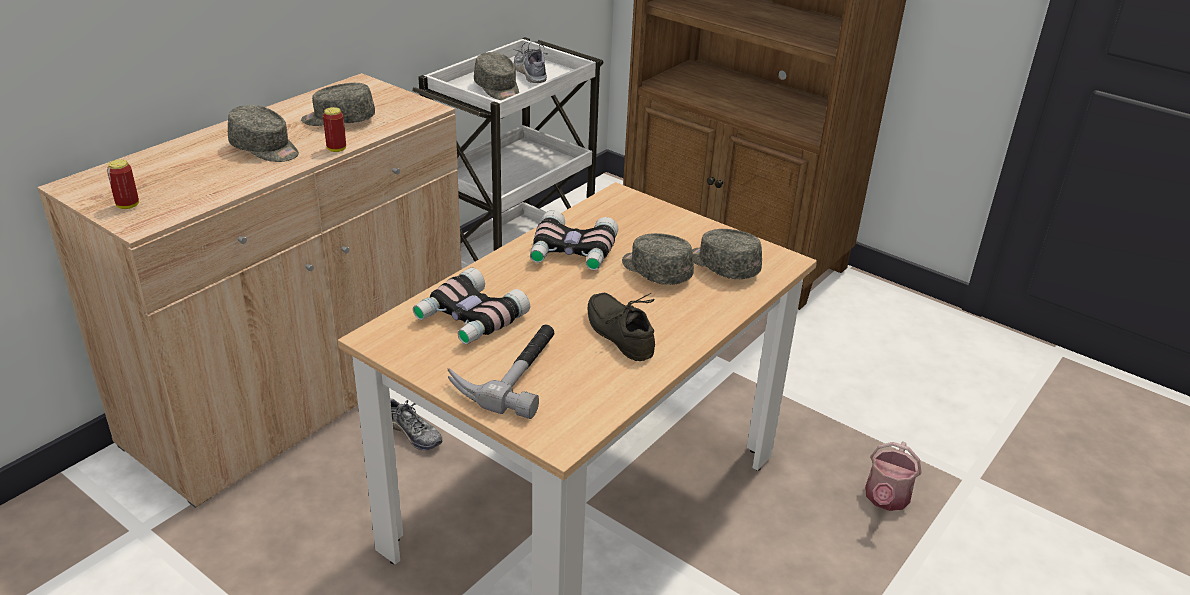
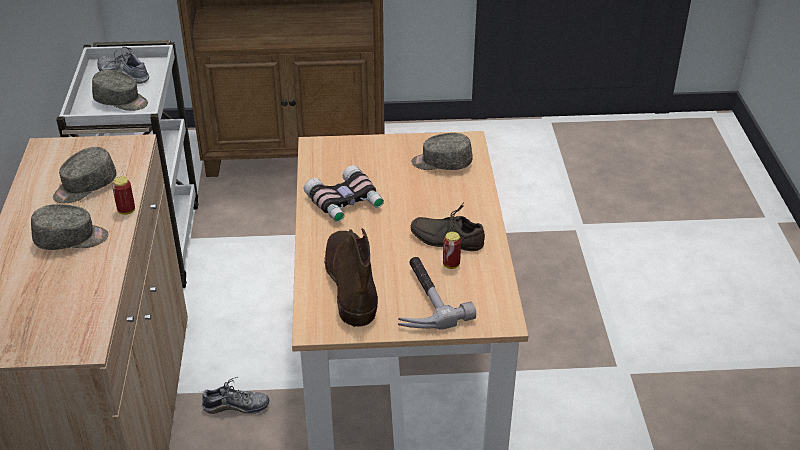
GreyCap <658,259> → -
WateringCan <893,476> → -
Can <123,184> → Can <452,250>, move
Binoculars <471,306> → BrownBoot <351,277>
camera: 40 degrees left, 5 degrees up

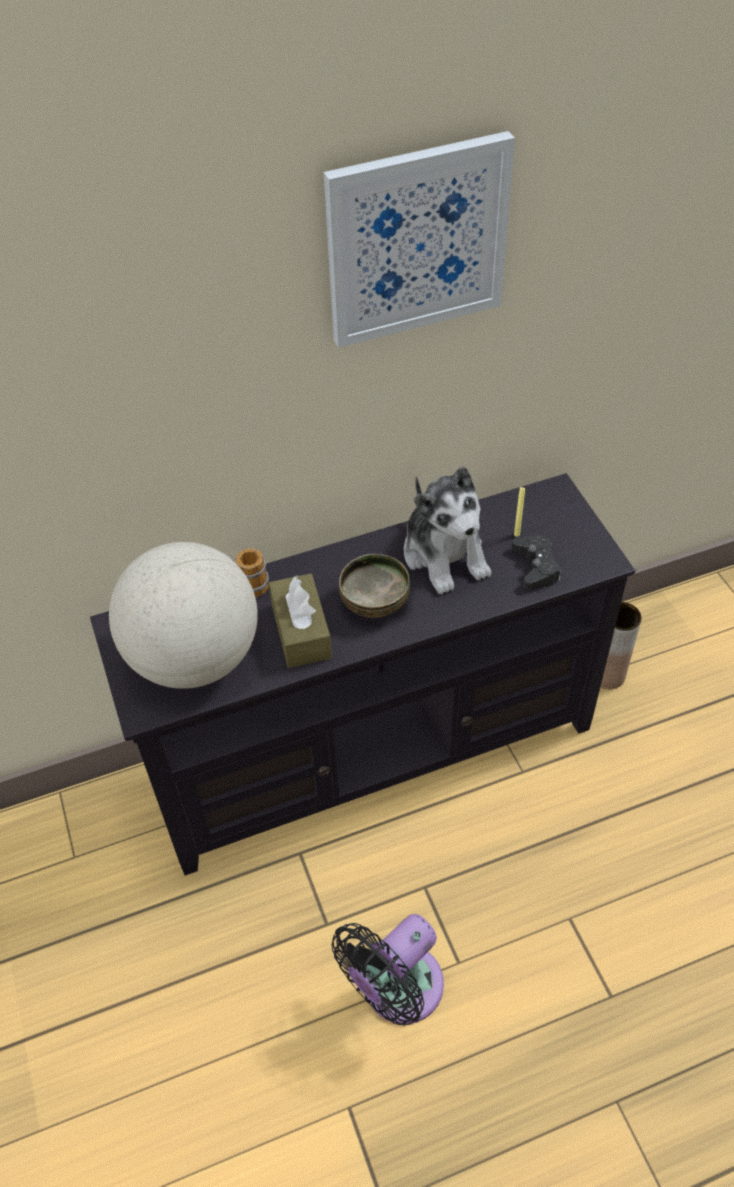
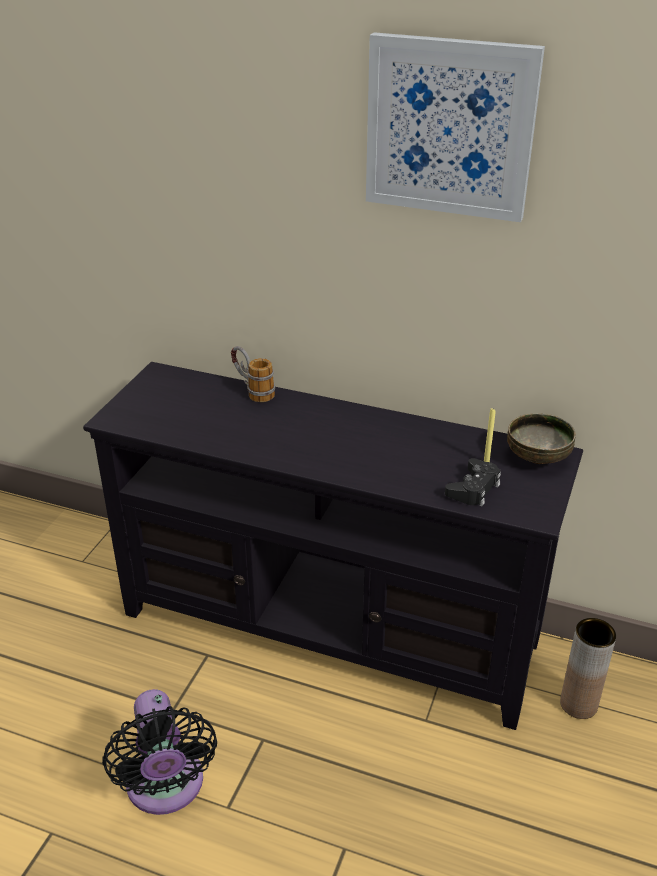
Globe <183,615> → -
BrownTissueBox <300,621> → -
PlushToy <447,530> → -
Bowl <374,586> → Bowl <541,438>, move
BlackFan <387,970> → BlackFan <159,752>, 105 degrees counterclockwise
camera: 40 degrees right, 15 degrees down

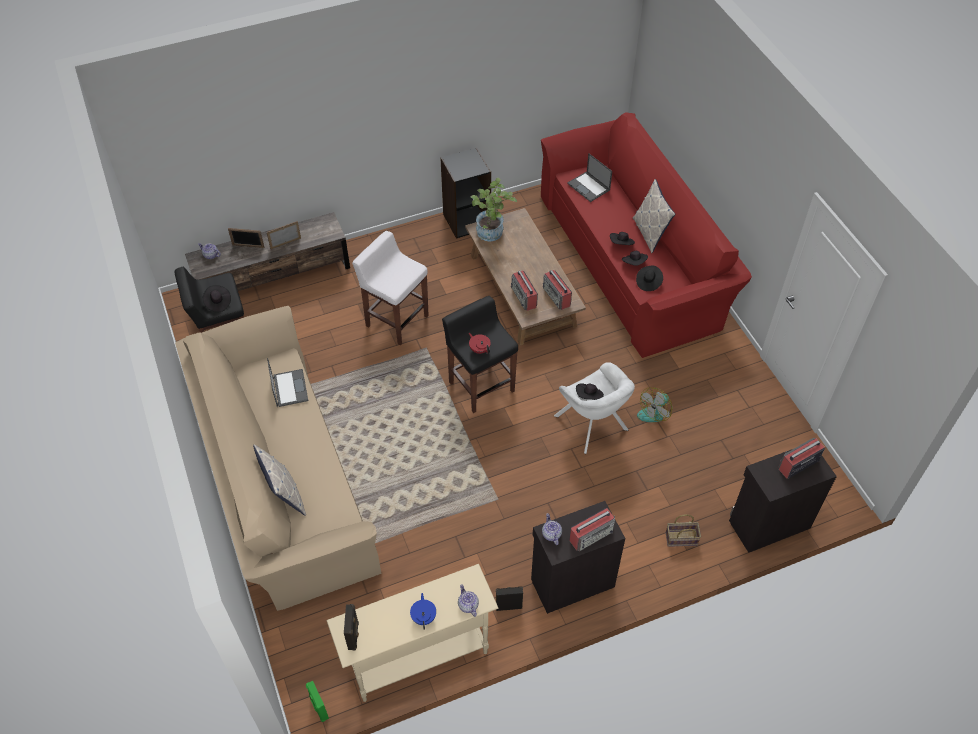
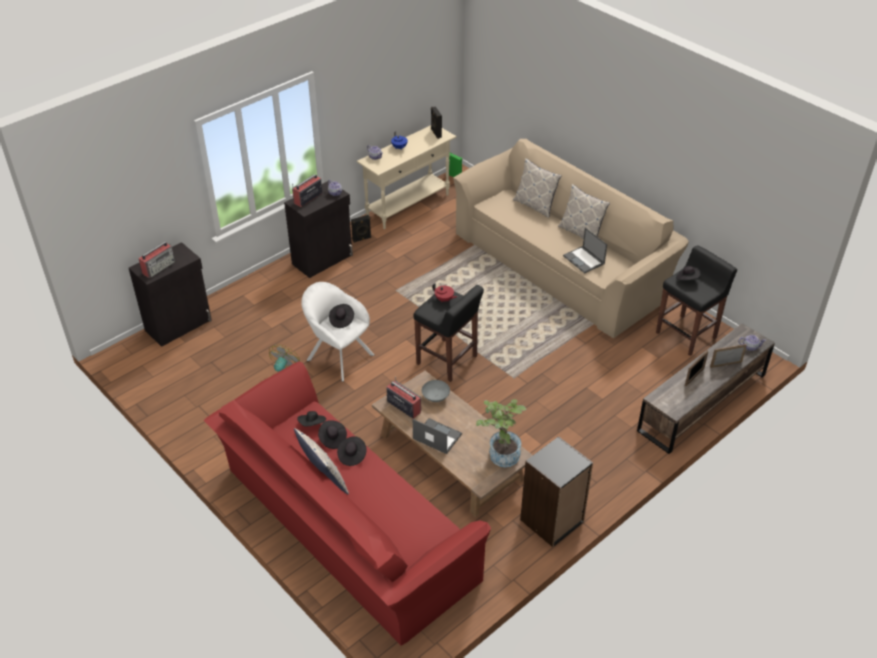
WhiteStool <390,288> → -
Basket <683,530> → -
- → Pillow <584,211>
Laptop <589,177> → Laptop <437,436>, move
Radio <524,290> → GreyBowl <436,391>
camera: 160 degrees right, 10 degrees down

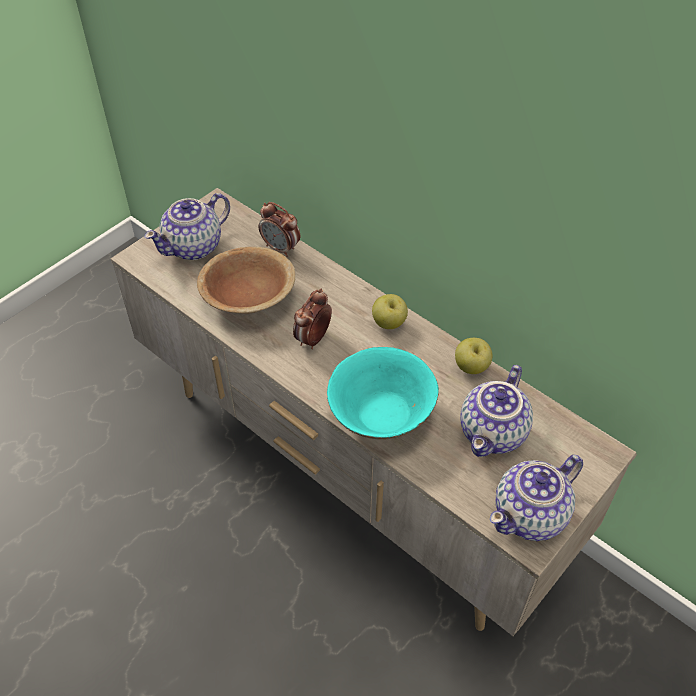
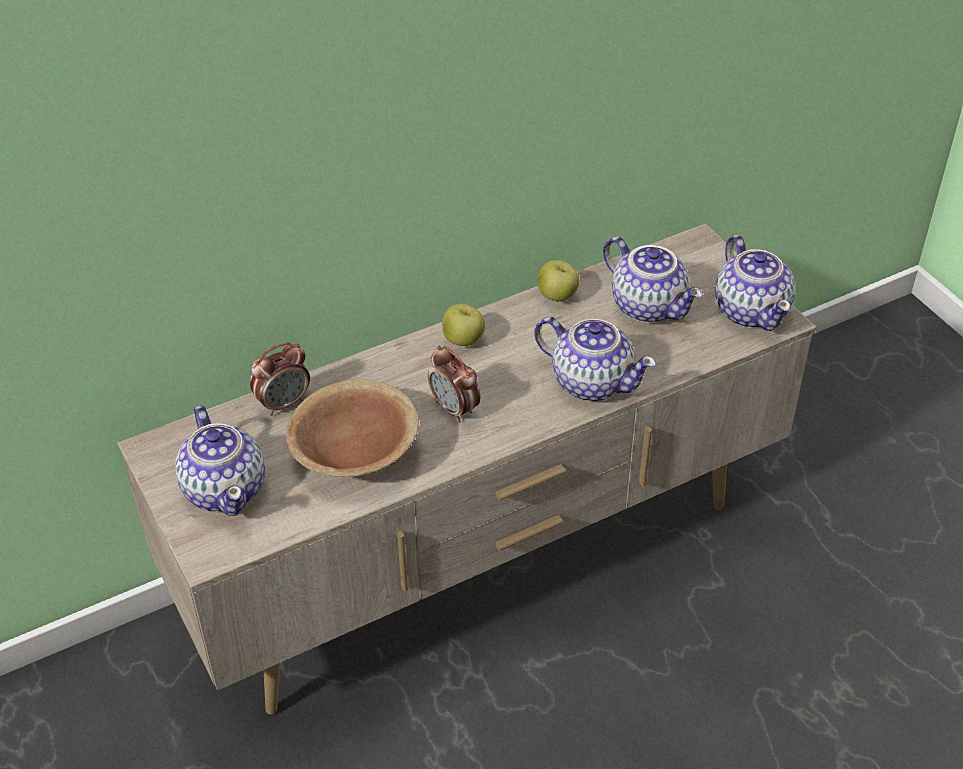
TurquoiseBowl <383,393> → Teapot <595,359>
camera: 70 degrees left, 5 degrees down

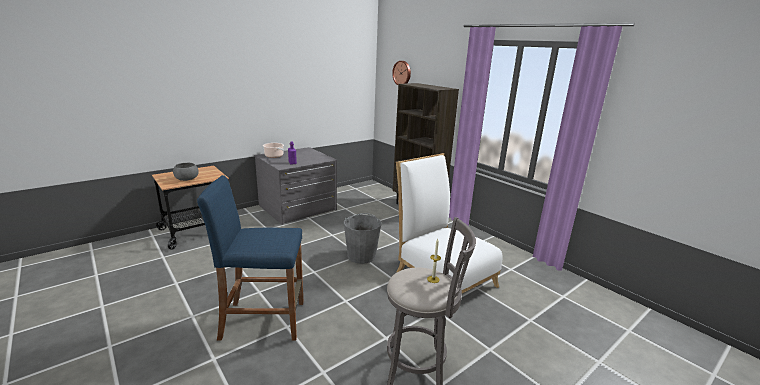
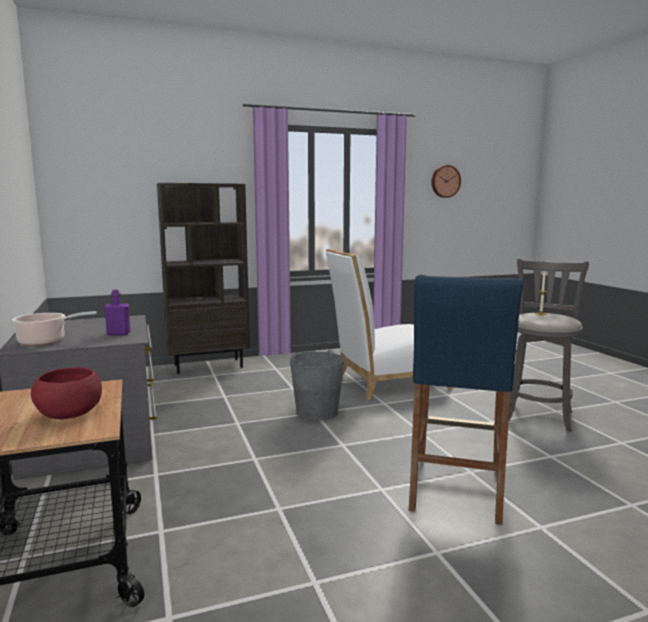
WallClock <401,73> → WallClock <446,181>, move
GreyBowl <186,172> → RedBowl <66,393>
camera: 70 degrees left, 10 degrees down

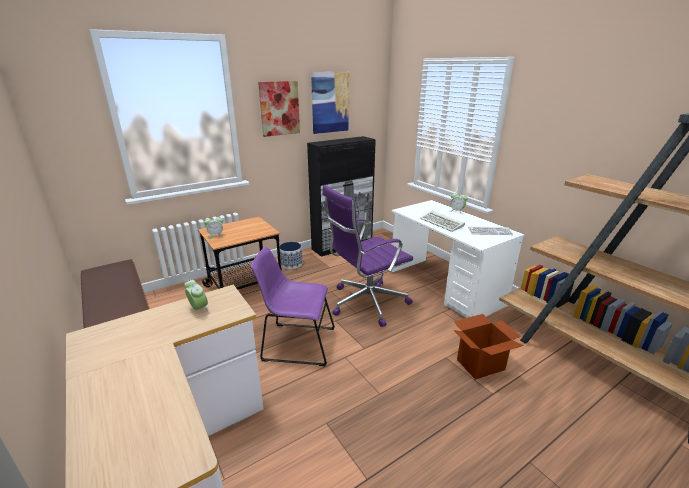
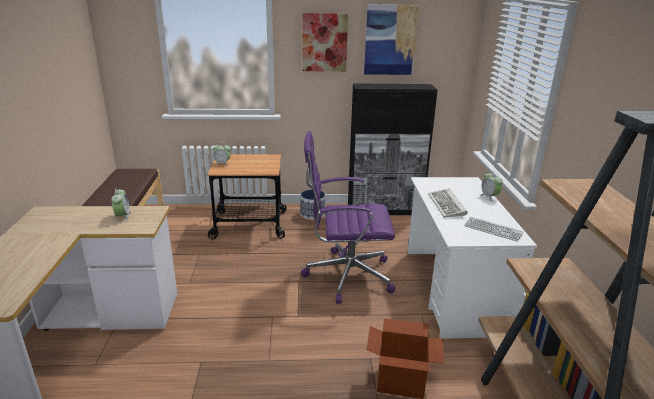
PurpleChair <293,306> → -
camera: 30 degrees right, 0 degrees up

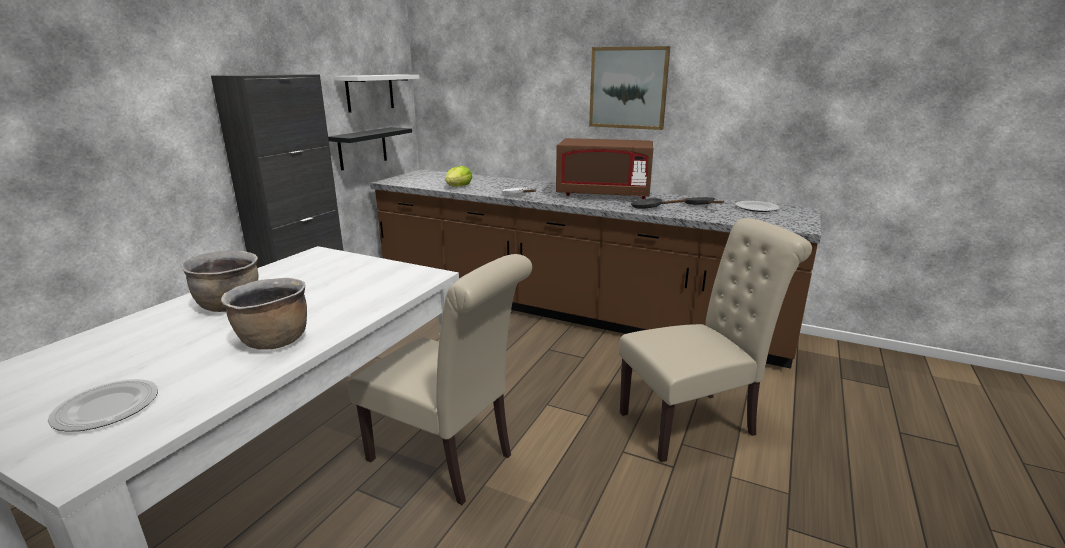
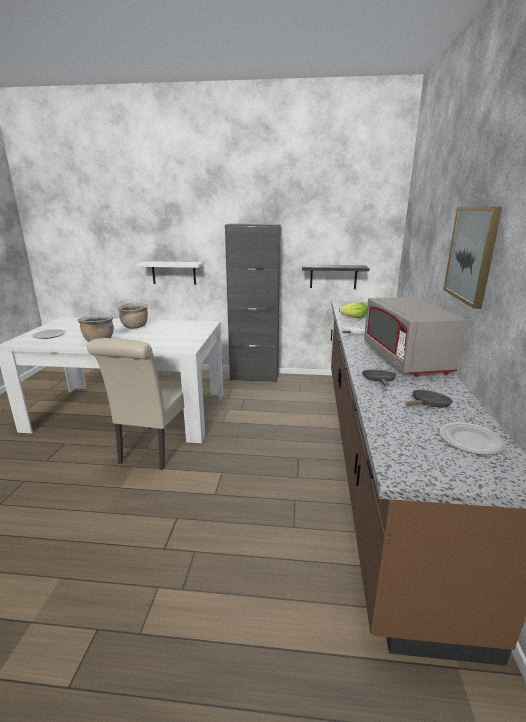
BeigeChair <715,340> → -
WhiteShelf <377,94> → WhiteShelf <169,273>, move
BrownMicrowave <604,168> → GreyMicrowave <415,337>
camera: 70 degrees right, 0 degrees up

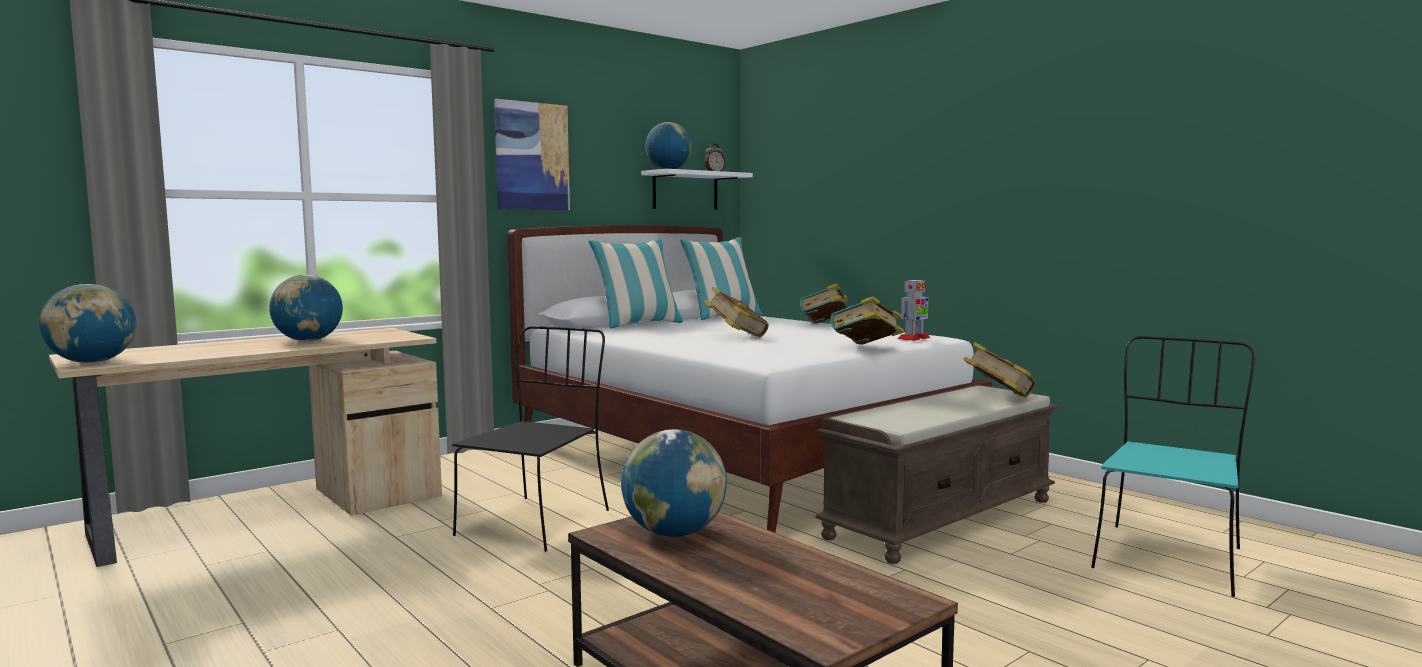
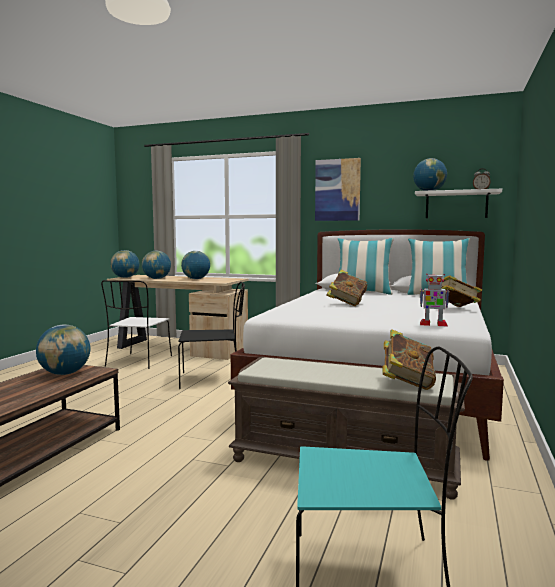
Book <867,320> → -
- → WhiteChair <136,324>
- → Globe <156,265>
camera: 60 degrees right, 0 degrees up

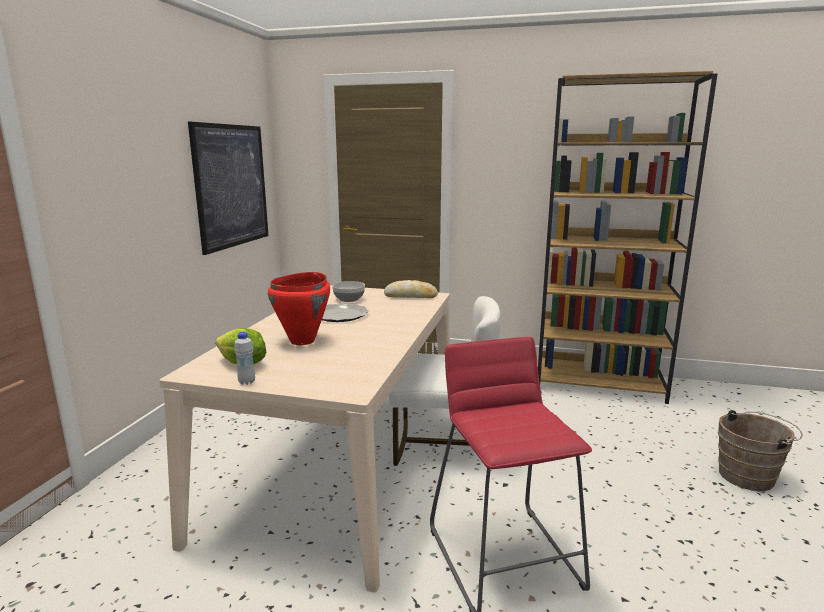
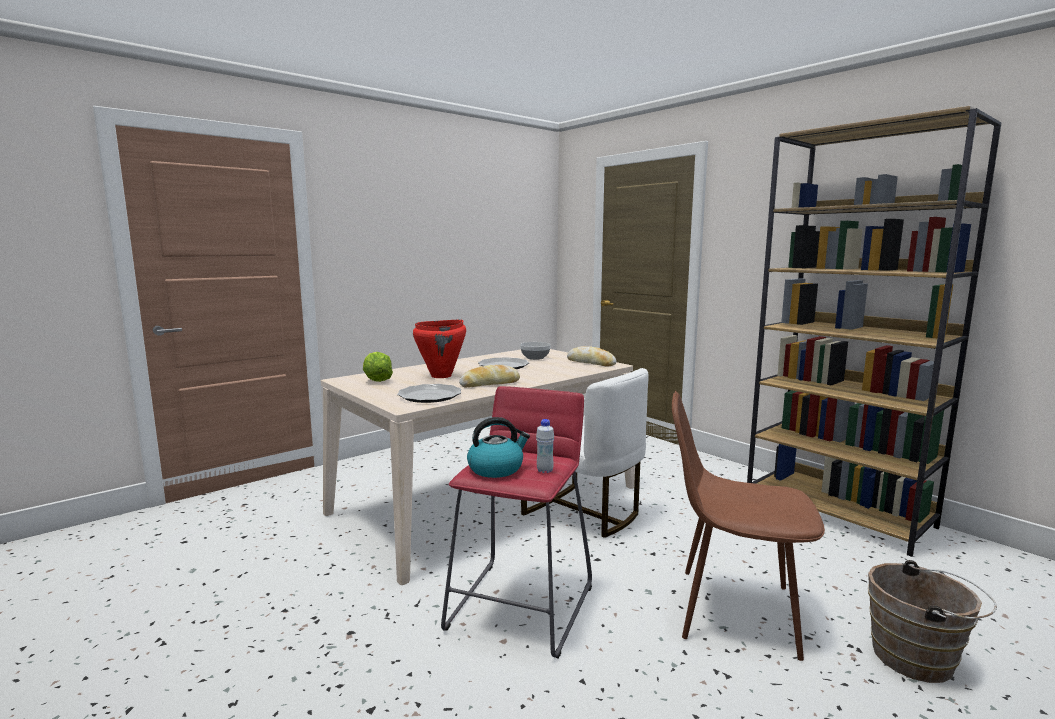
Picture <228,188> → -
- → Plate <429,393>
- → Bread <489,376>
- → Kettle <498,447>
- → BrownChair <748,526>
WhiteBottle <244,358> → WhiteBottle <545,446>, move
camera: 35 degrees right, 5 degrees down

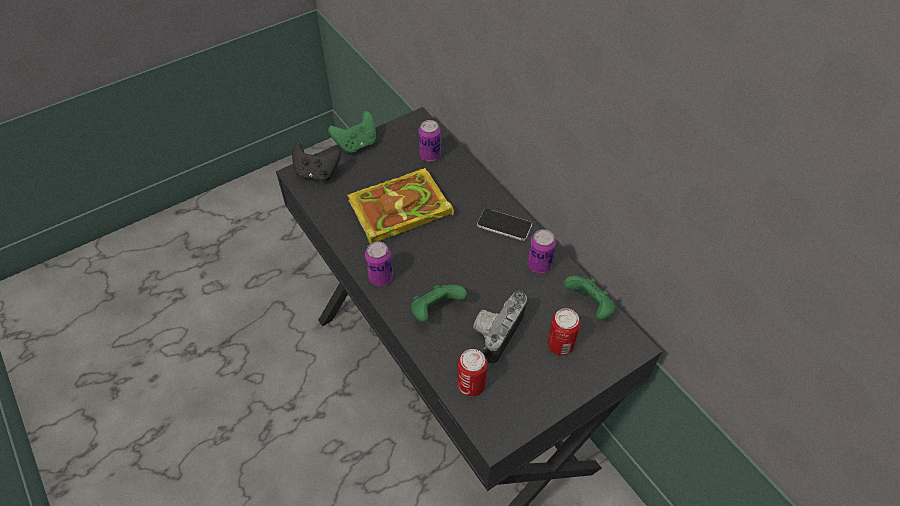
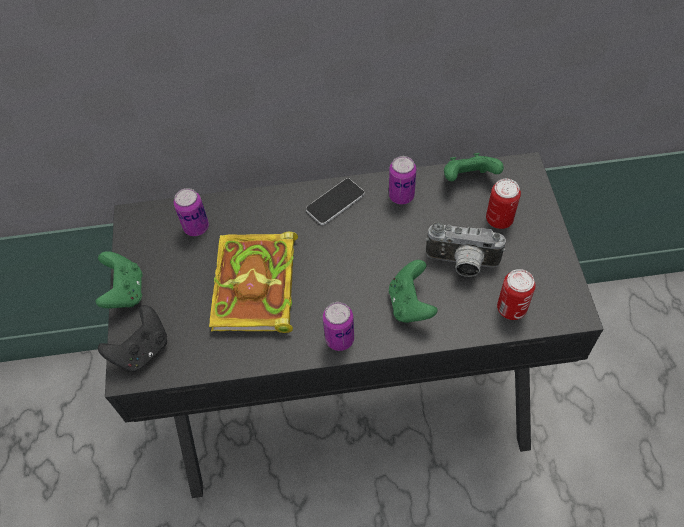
PhotoCamera <500,328> → PhotoCamera <466,249>, 45 degrees counterclockwise
camera: 60 degrees left, 5 degrees up

